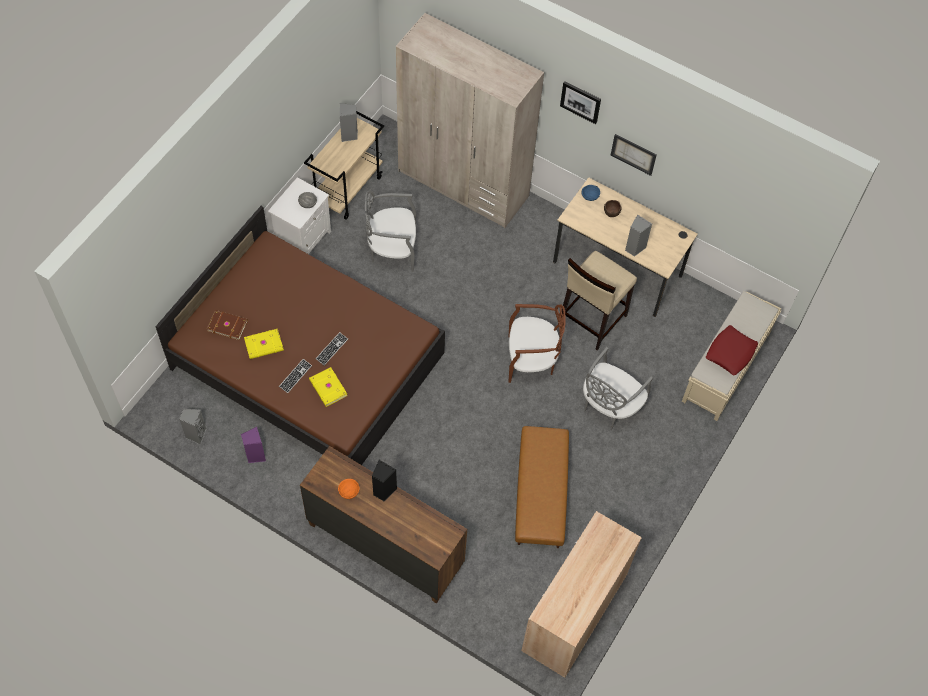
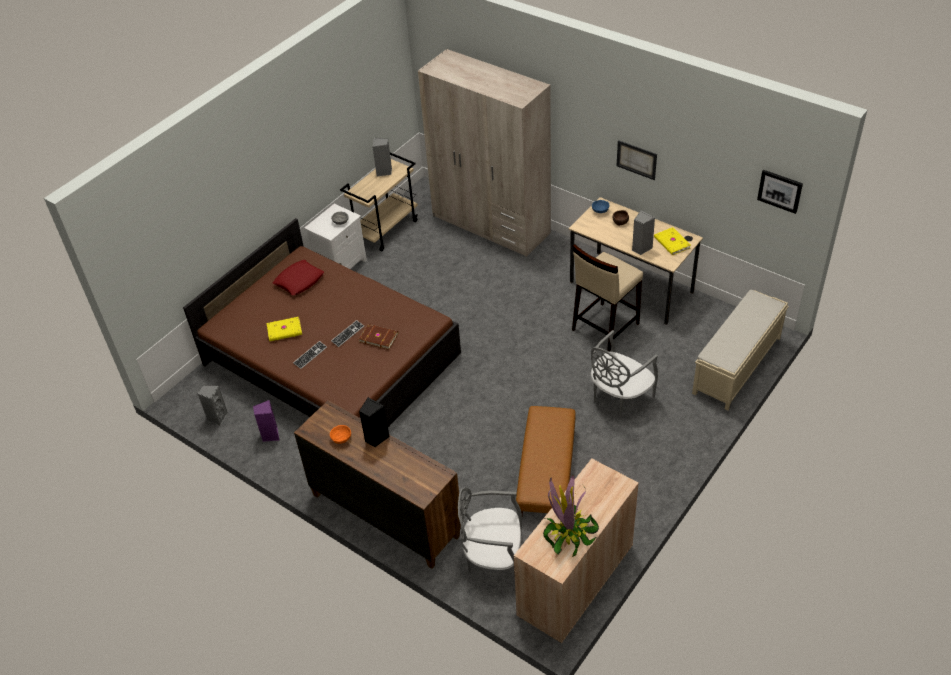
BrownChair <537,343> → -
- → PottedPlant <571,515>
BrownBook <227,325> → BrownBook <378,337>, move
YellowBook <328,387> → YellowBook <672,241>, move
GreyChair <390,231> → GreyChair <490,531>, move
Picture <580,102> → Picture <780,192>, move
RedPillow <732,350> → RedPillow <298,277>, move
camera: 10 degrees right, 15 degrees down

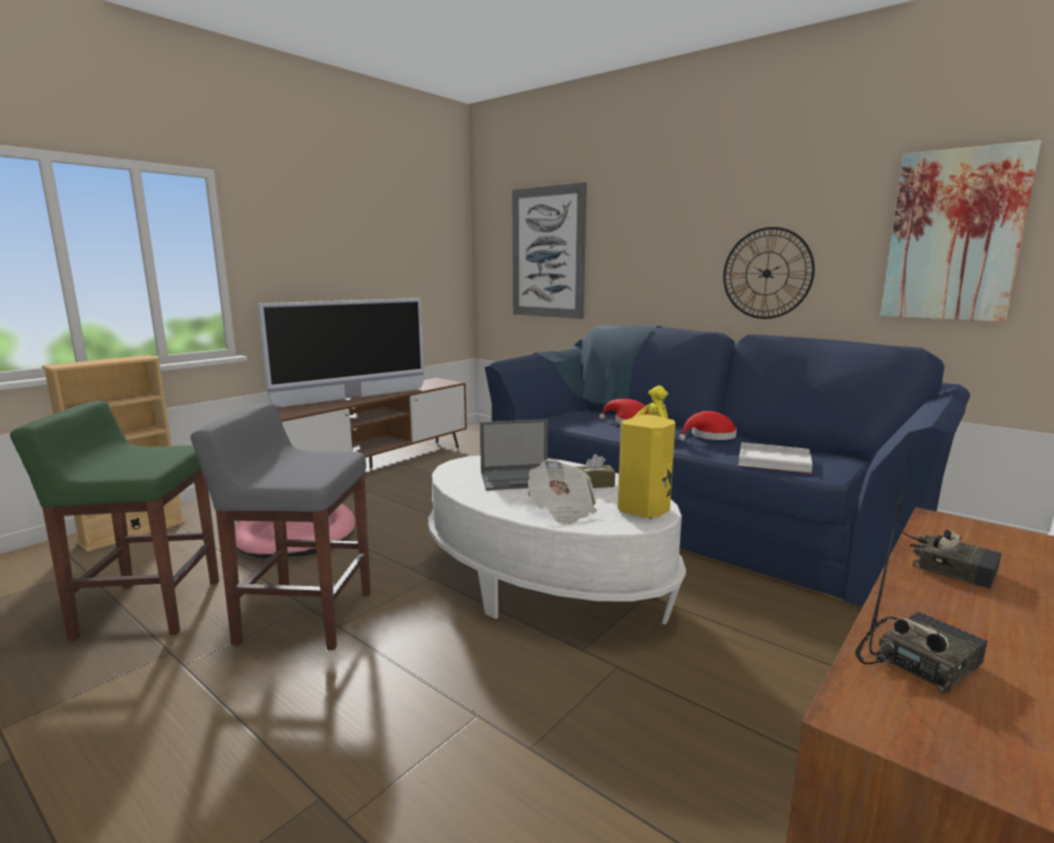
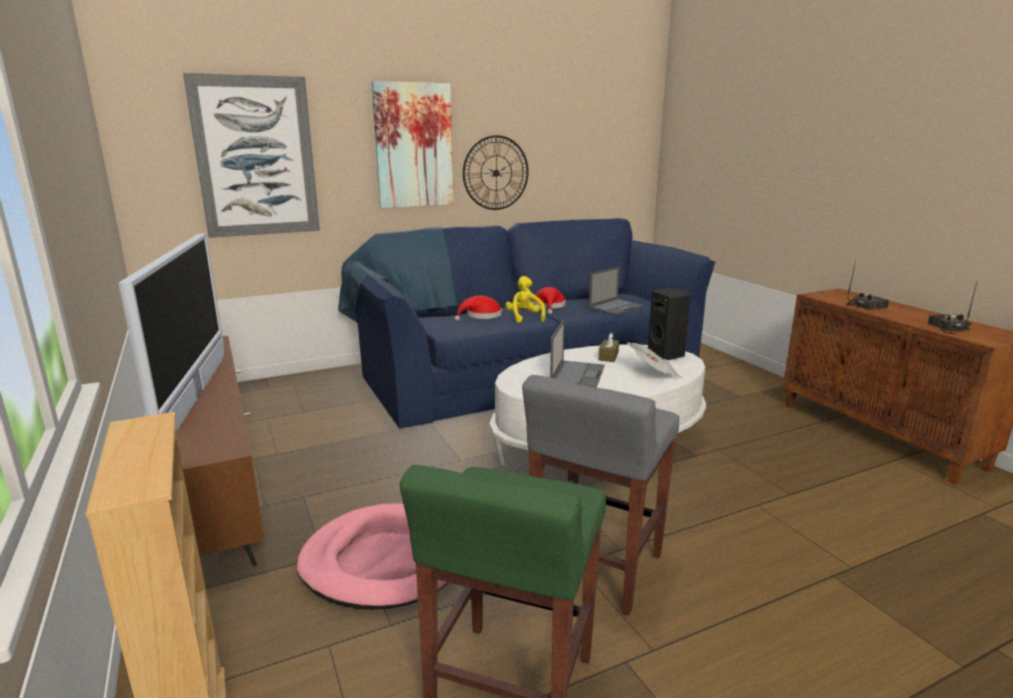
Picture <961,231> → Picture <413,145>, move
WhiteTray <775,458> → Laptop <616,291>
YellowSpeaker <646,467> → BlackSpeaker <669,324>
camera: 65 degrees left, 5 degrees up

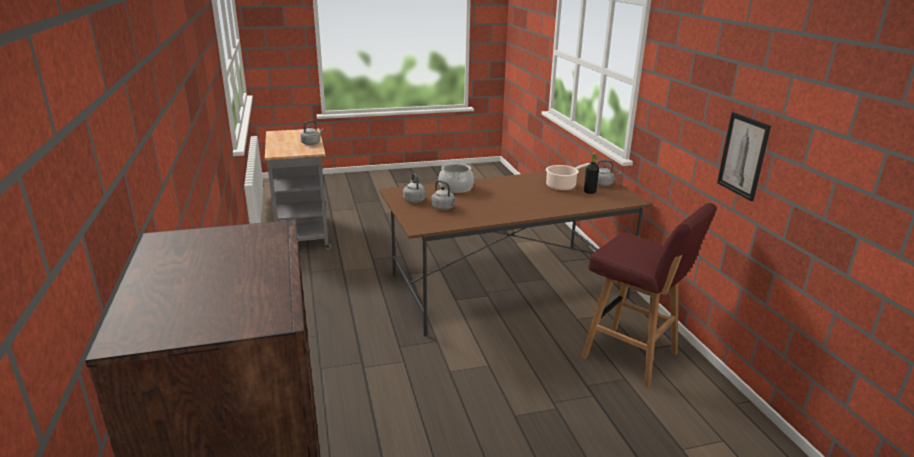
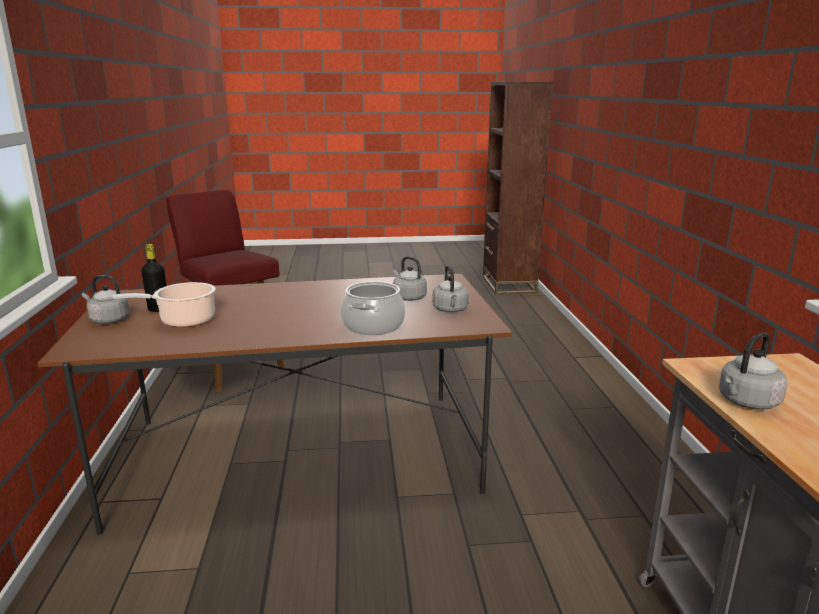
Picture <744,156> → -
camera: 170 degrees left, 5 degrees down

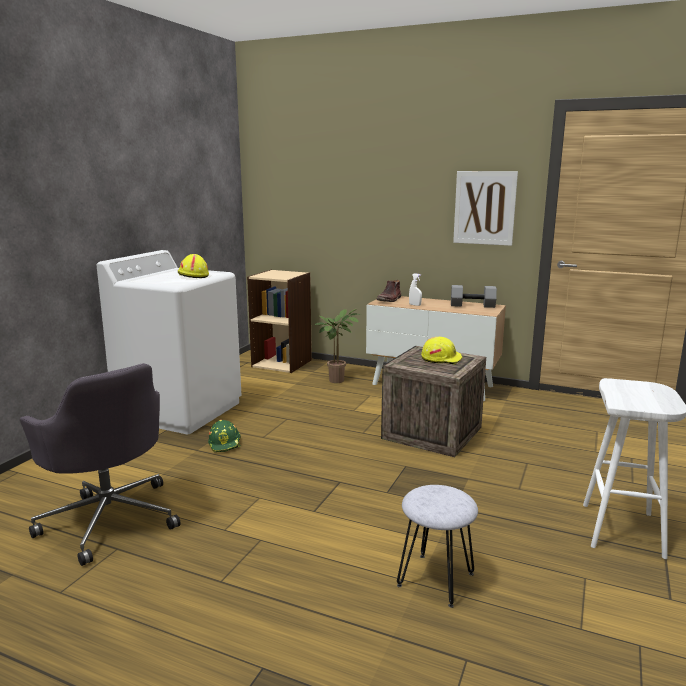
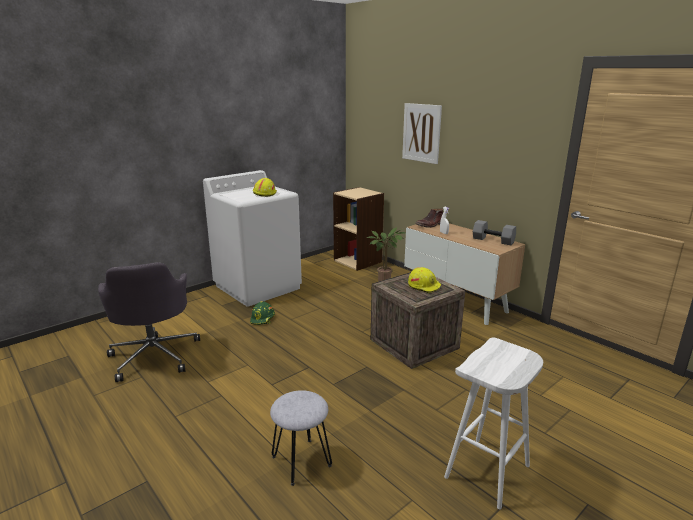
Picture <485,208> → Picture <422,133>, move
camera: 25 degrees right, 5 degrees up

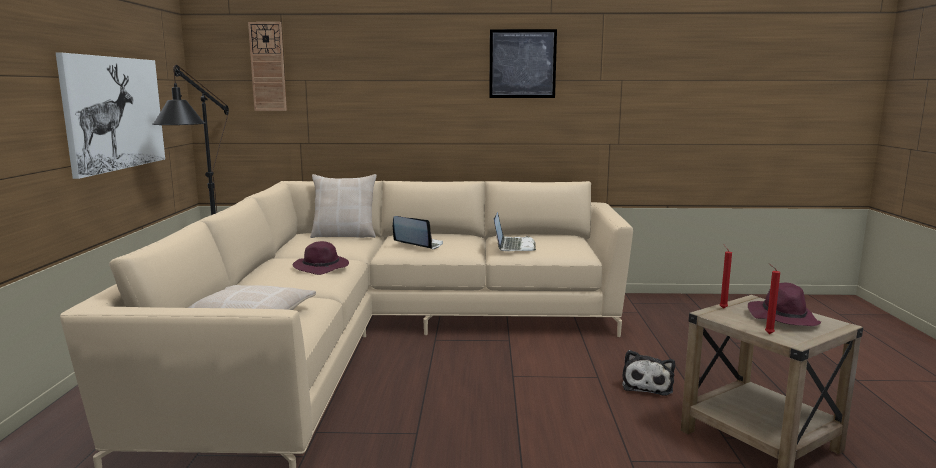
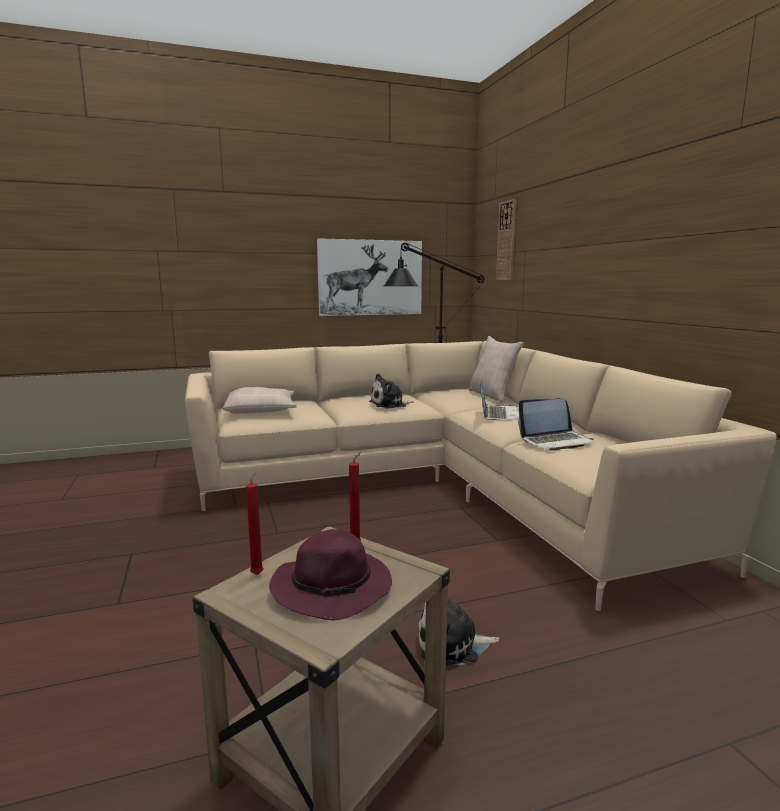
Picture <523,63> → -
PurpleHat <321,258> → PlushToy <391,391>
camera: 70 degrees right, 0 degrees up

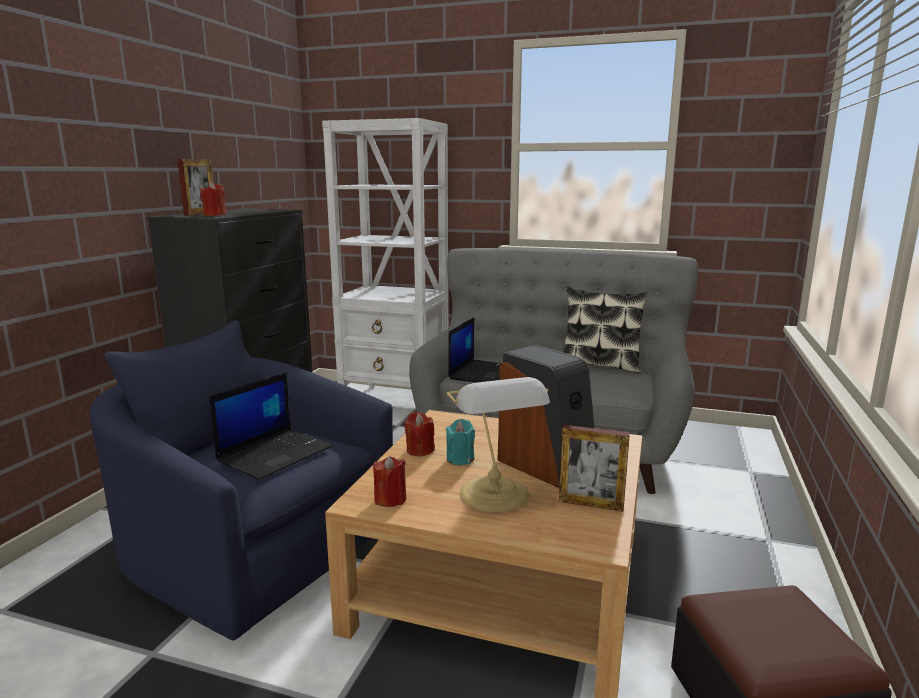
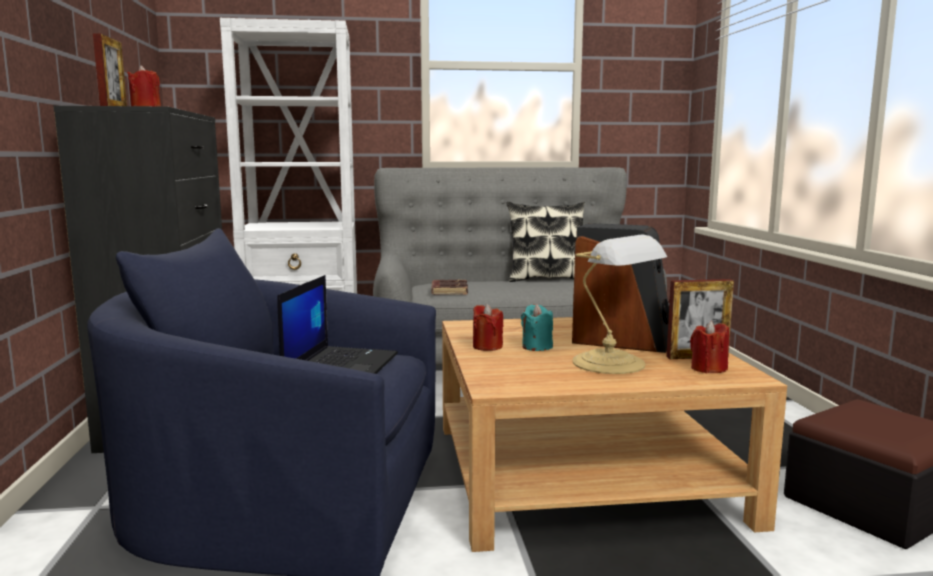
RedCandle <389,481> → RedCandle <709,347>, move
Laptop <475,350> → BrownBook <449,287>
camera: 25 degrees left, 5 degrees down

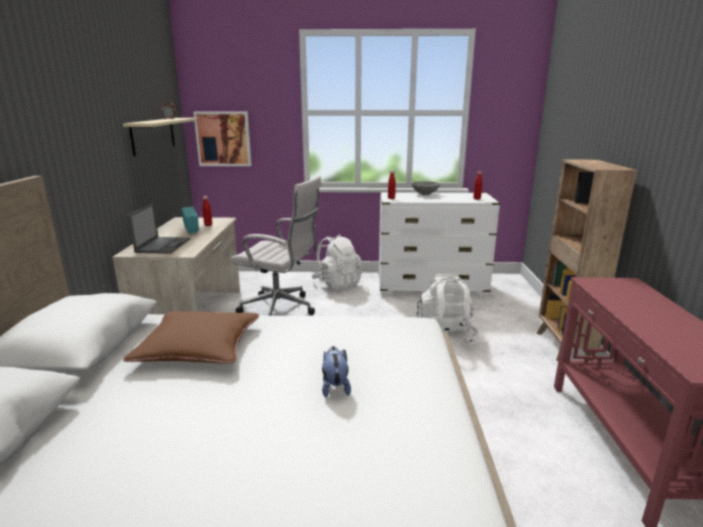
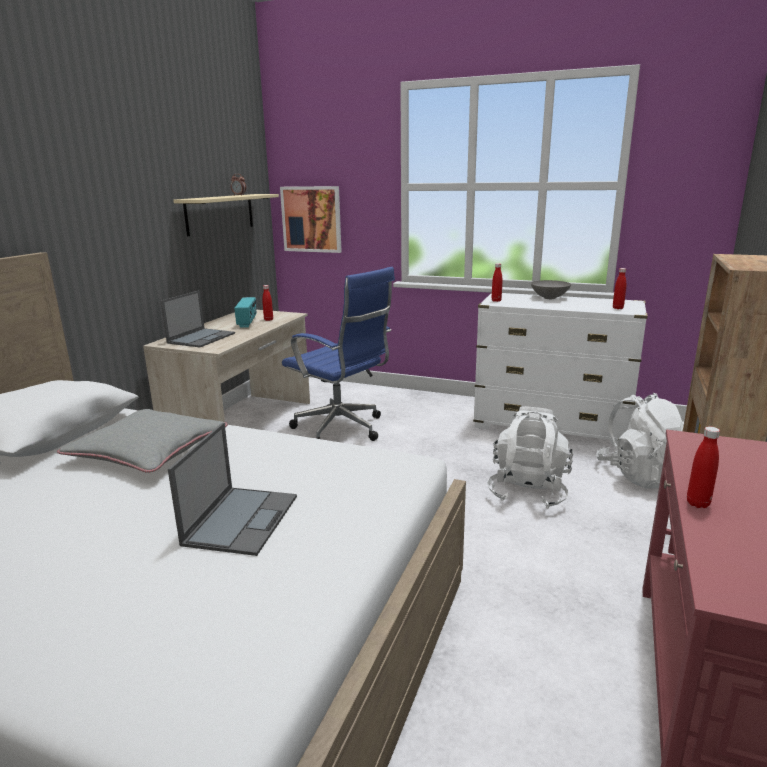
- → RedBottle <703,467>
WhiteBackpack <337,262> → WhiteBackpack <640,440>, move
PlushToy <336,371> → Laptop <232,489>
BrownPillow <191,337> → GreyPillow <142,441>
WhiteOfficeChair <276,246> → BlueOfficeChair <338,354>
camera: 20 degrees right, 0 degrees up

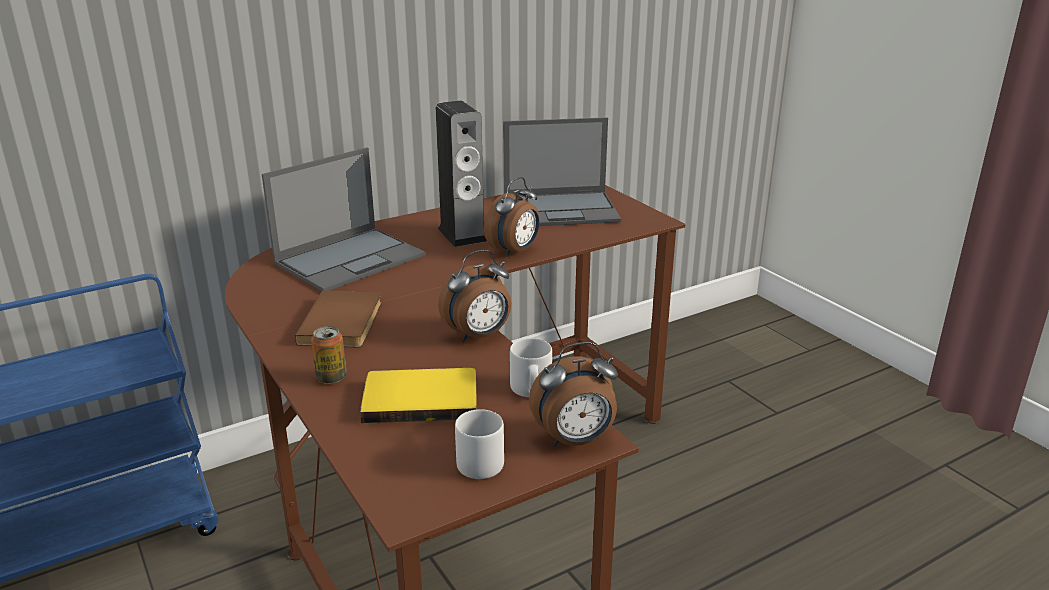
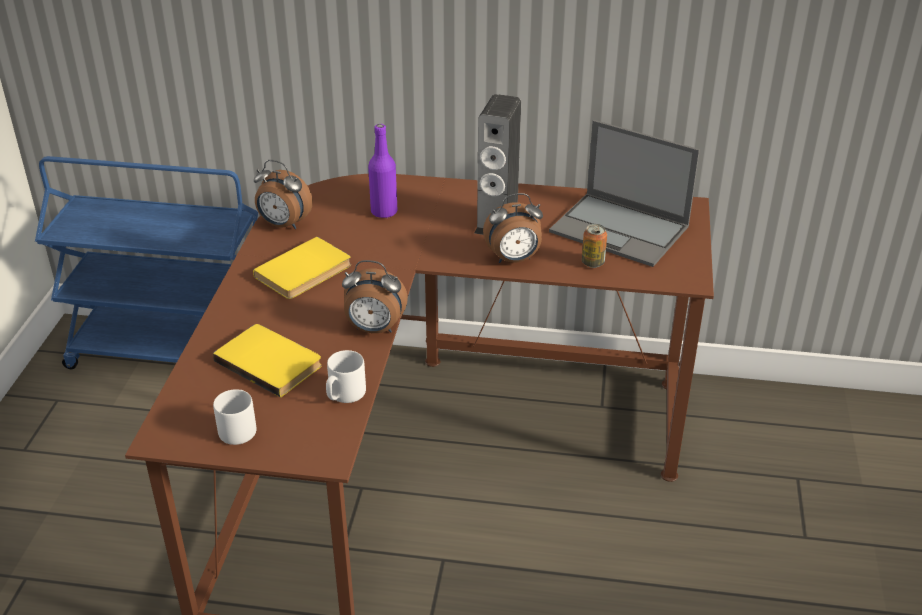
Can <329,355> → Can <594,246>, move
AlarmClock <573,394> → AlarmClock <283,194>, move
Laptop <344,219> → PurpleBottle <382,171>
BrownBook <338,319> → YellowBook <302,268>
camera: 40 degrees right, 10 degrees up

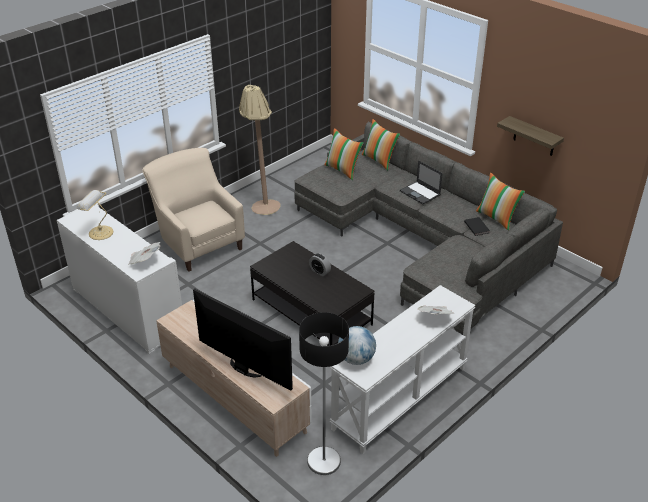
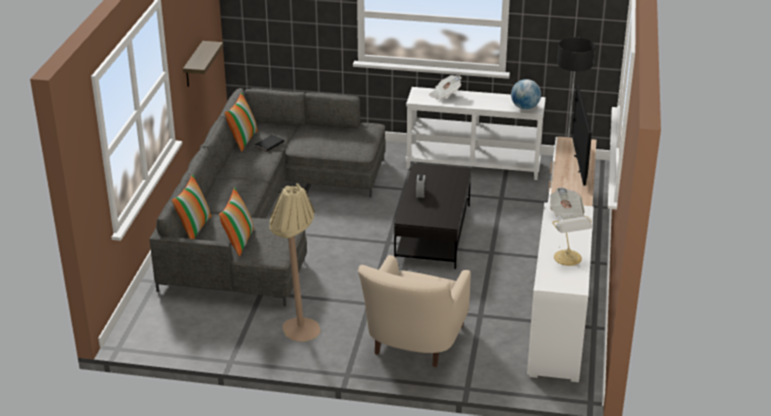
Laptop <421,182> → -
camera: 125 degrees left, 5 degrees down

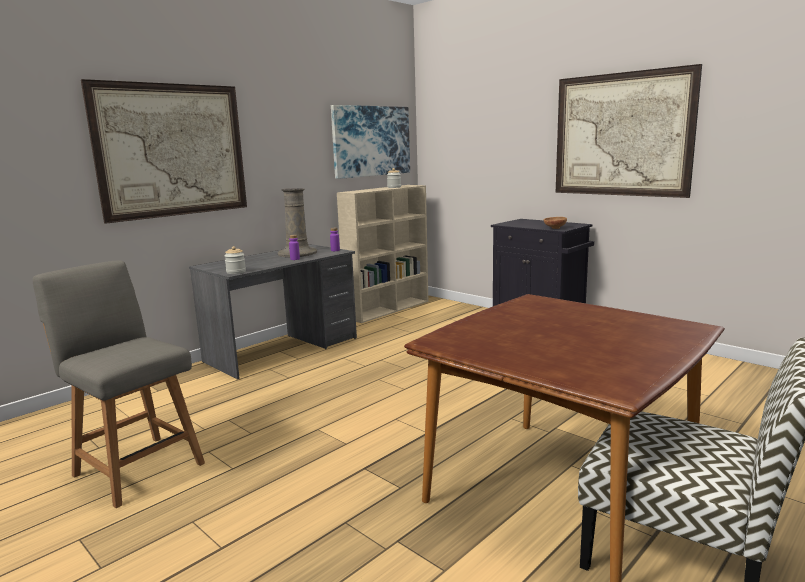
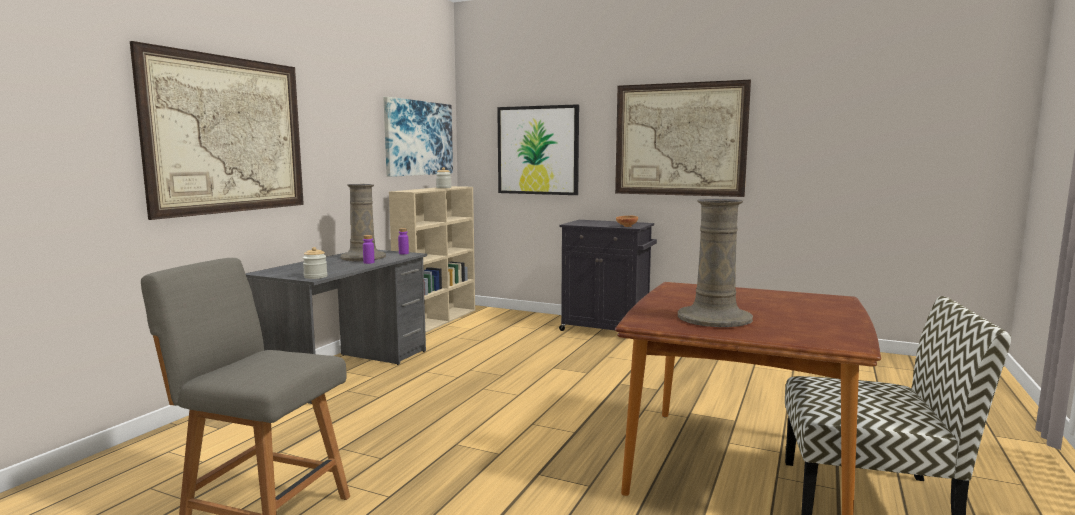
- → Picture <538,149>
- → BeigeVase <715,262>
camera: 20 degrees left, 5 degrees down

